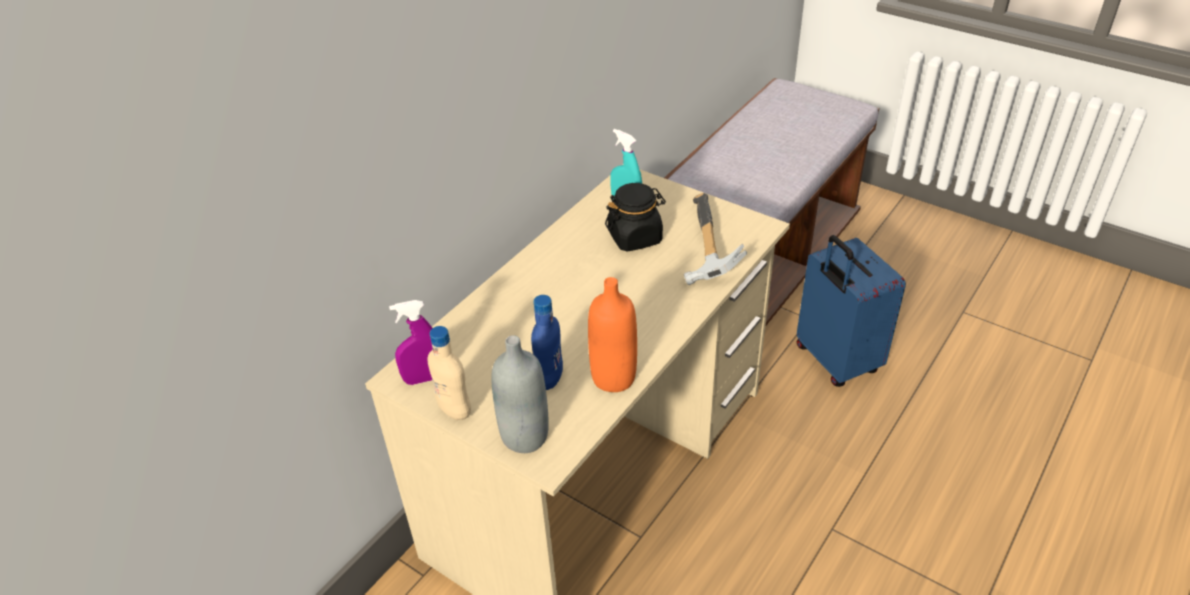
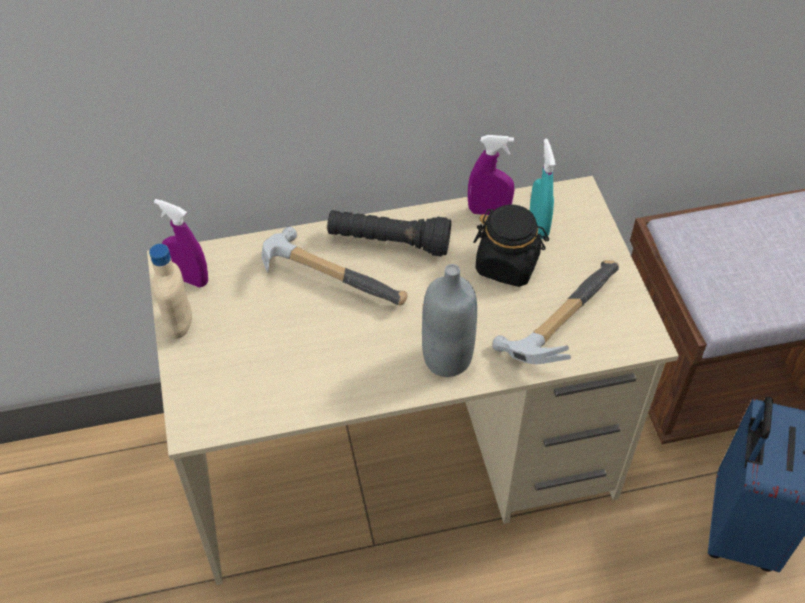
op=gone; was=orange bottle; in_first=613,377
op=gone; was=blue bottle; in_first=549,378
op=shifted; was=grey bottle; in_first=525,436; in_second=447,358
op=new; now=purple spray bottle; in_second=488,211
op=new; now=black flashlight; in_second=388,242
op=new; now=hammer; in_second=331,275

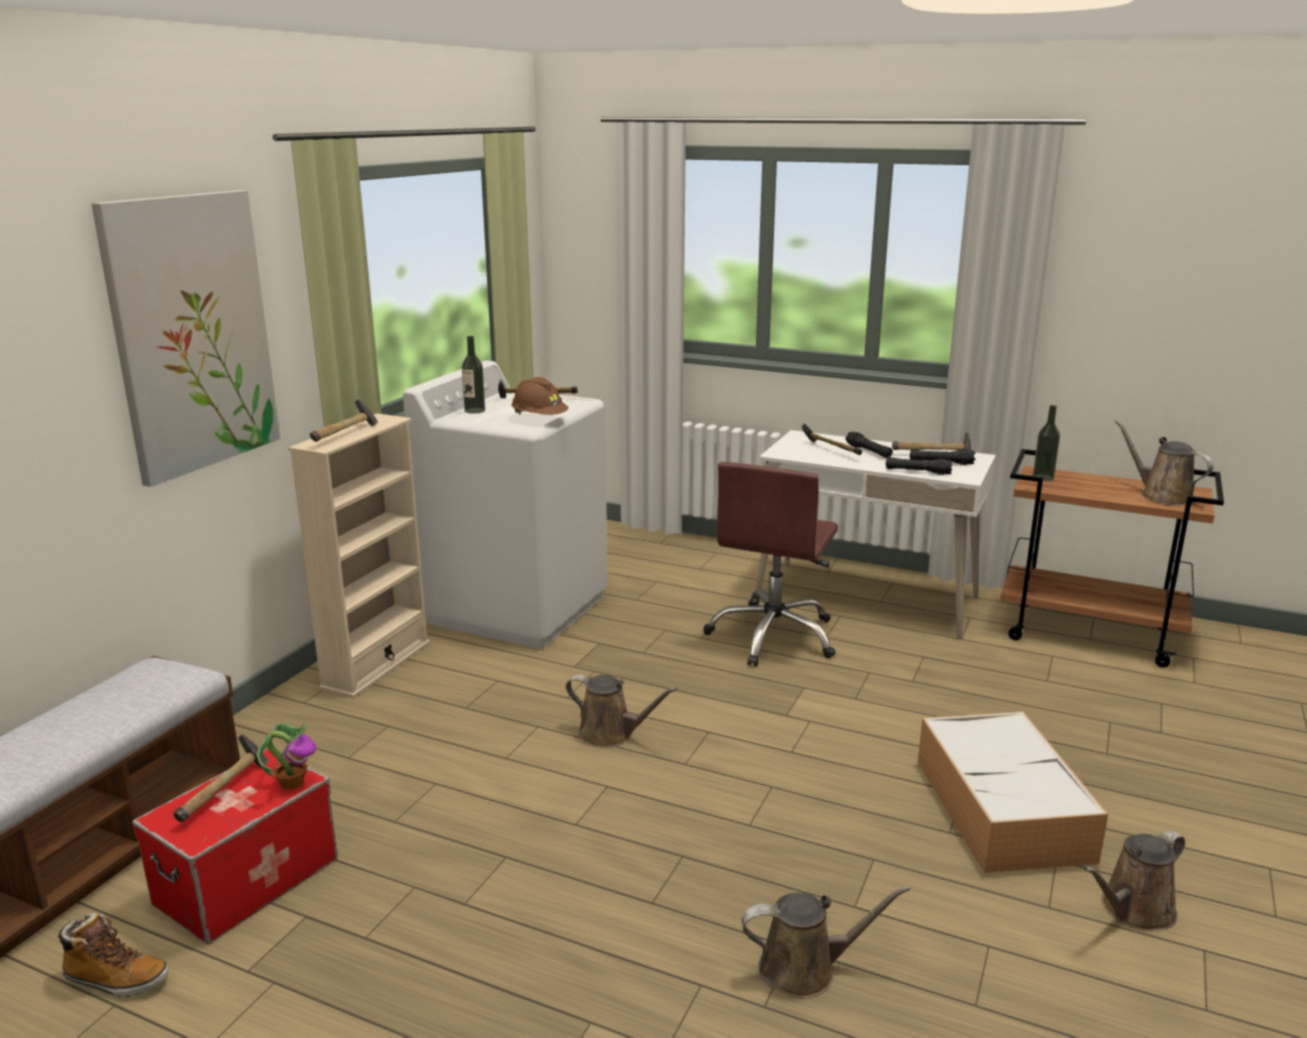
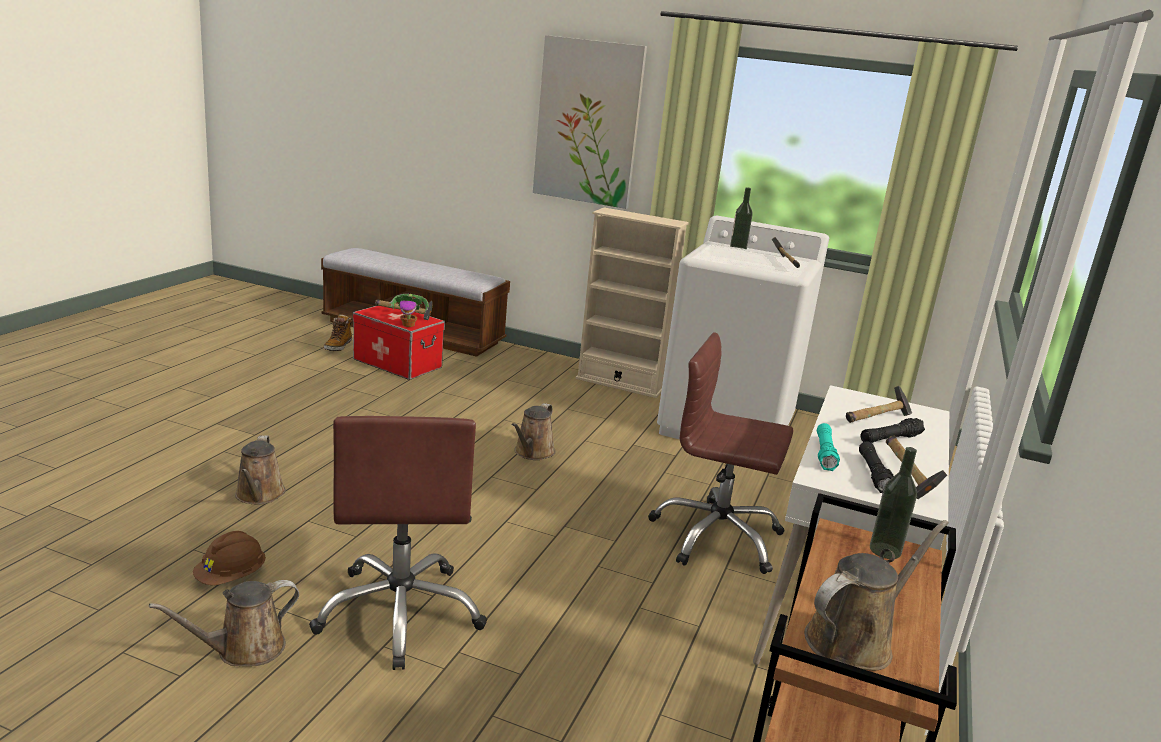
op=shifted; was=brown hard hat; in_first=539,418; in_second=231,577
op=gone; was=hammer; in_first=345,435
op=repainted; was=black flashlight; now=turquoise flashlight; in_first=917,472; in_second=824,453
op=swapped; was=storage box; now=brown office chair; in_first=1004,811; in_second=401,613
op=rotated; was=brown watering can; in_first=1133,910; in_second=244,650; clockwise=-90

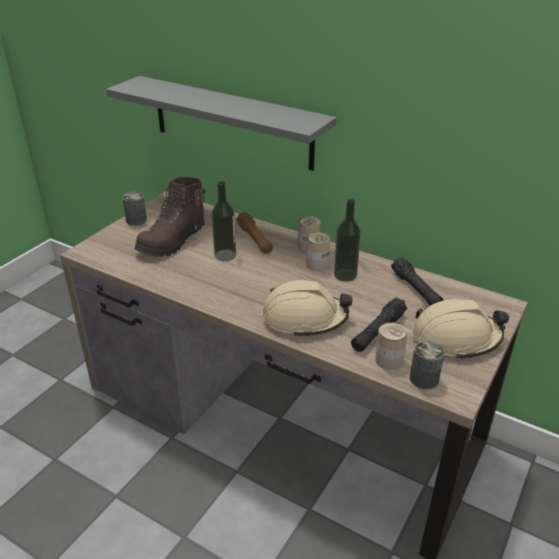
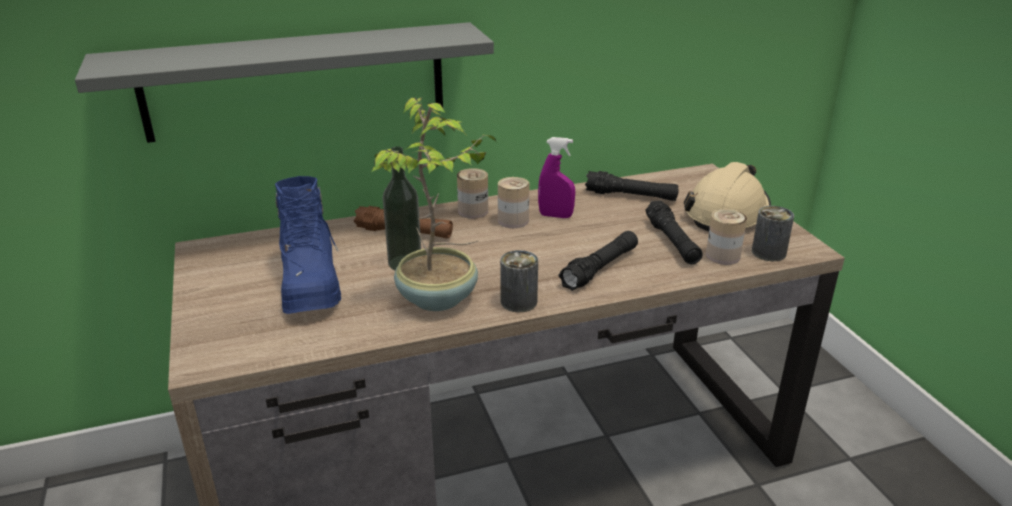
op=repainted; was=brown boot; now=blue boot; in_first=173,241; in_second=311,284
op=shifted; was=can; in_first=136,220; in_second=518,302
op=swapped; was=bottle; now=purple spray bottle; in_first=345,275; in_second=555,216
op=swapped; was=beige hard hat; now=black flashlight; in_first=304,318; in_second=600,269
op=new; now=potted plant; in_second=439,299

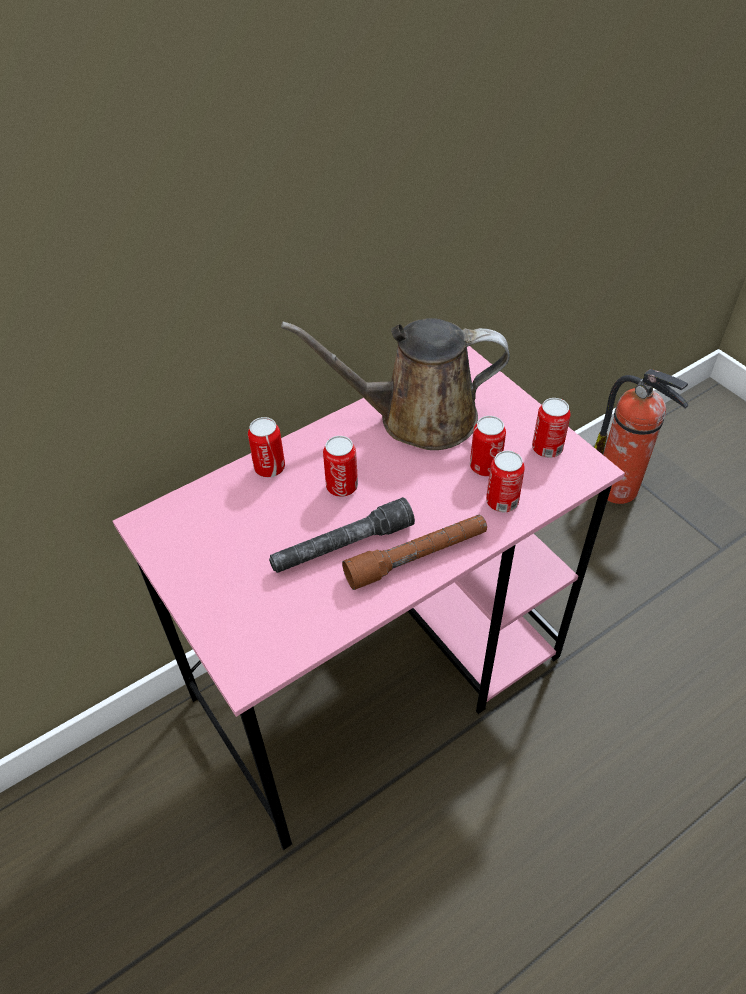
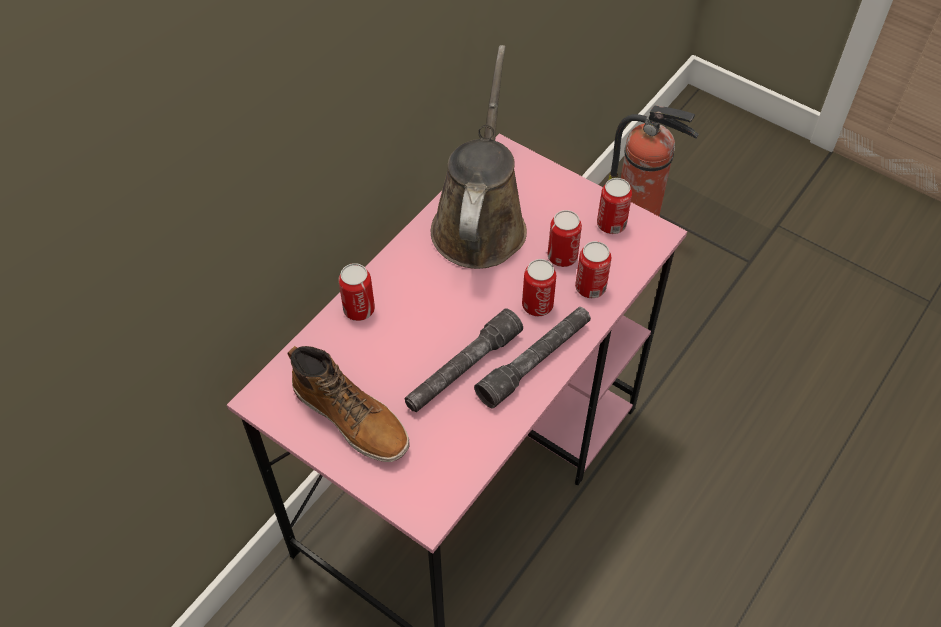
op=rotated; was=brown watering can; in_first=417,418; in_second=480,222; clockwise=120
op=shifted; was=can; in_first=342,486; in_second=537,305
op=repainted; was=brown flashlight; now=grey flashlight; in_first=417,557; in_second=535,361
op=new; now=boot; in_second=352,417

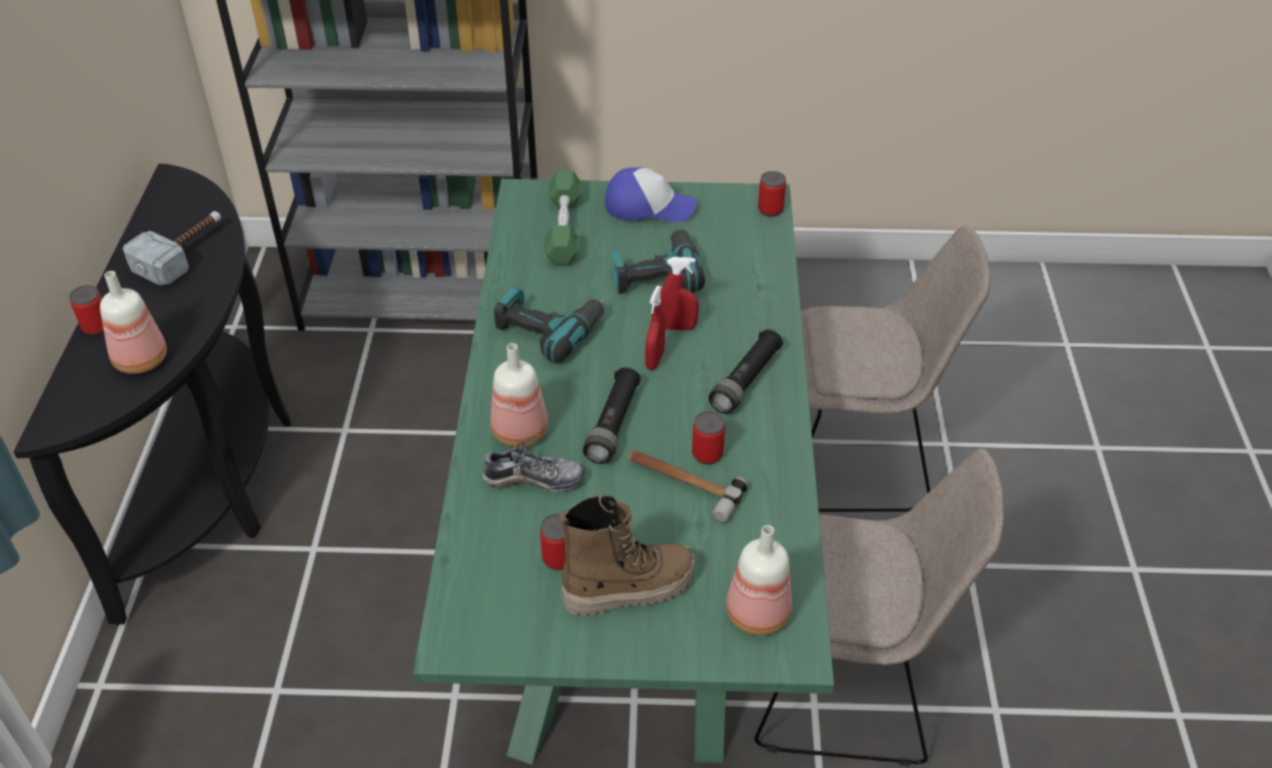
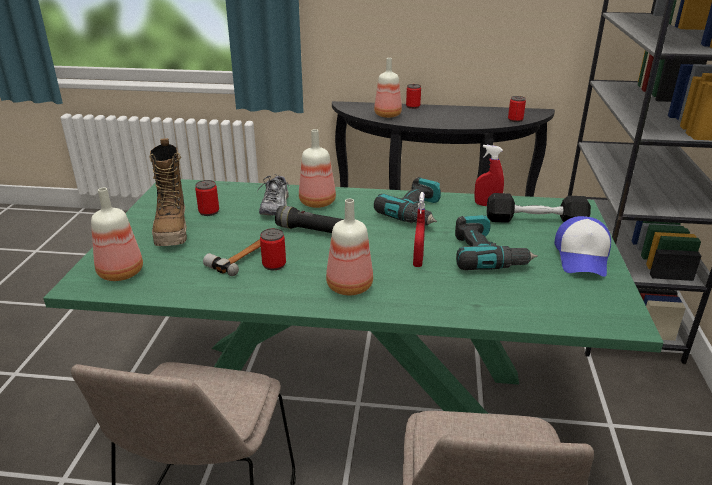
op=repainted; was=green dumbbell; now=black dumbbell; in_first=564,229; in_second=535,220
op=shifted; was=can; in_first=770,209; in_second=515,120
op=gone; was=hammer; in_first=184,253
op=shifted; was=red spray bottle; in_first=654,360; in_second=487,205
op=swapped; was=black flashlight; now=bottle; in_first=746,381; in_second=349,287

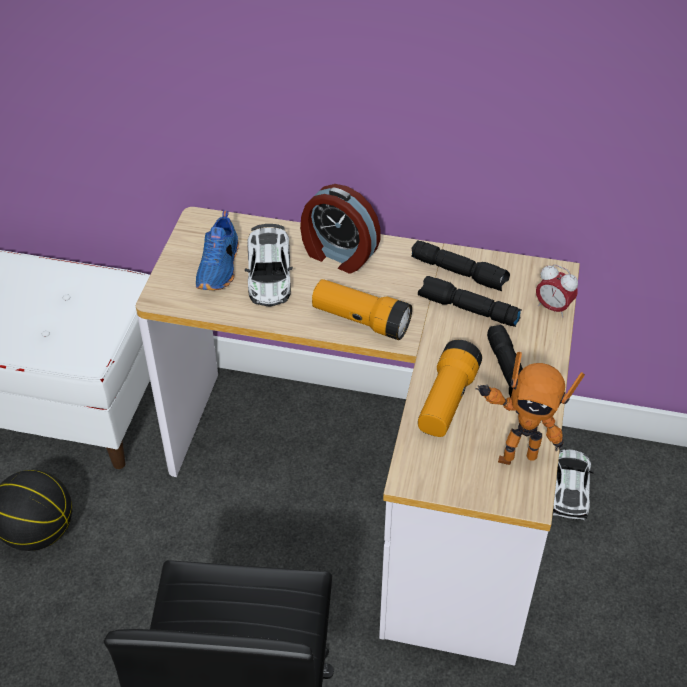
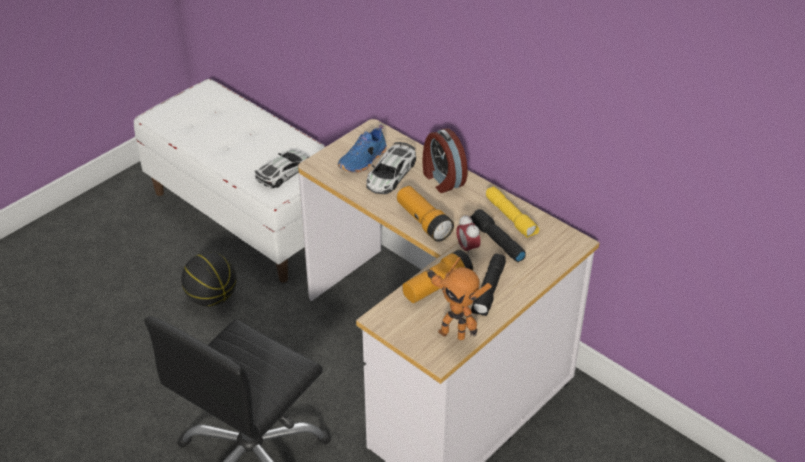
op=repainted; was=black flashlight; now=yellow flashlight; in_first=459,272; in_second=511,218
op=shifted; was=alarm clock; in_first=553,308; in_second=467,248
op=shifted; was=toy car; in_first=569,488; in_second=283,172

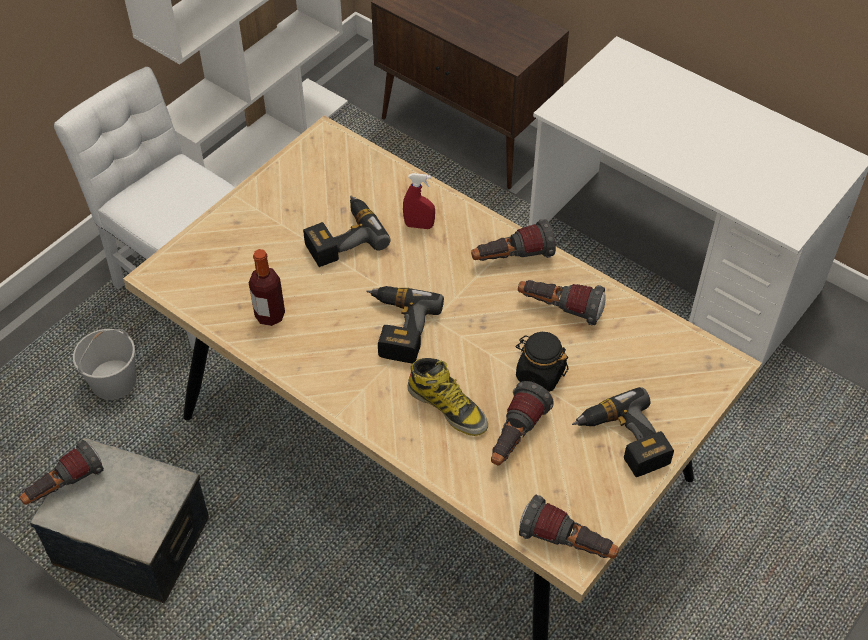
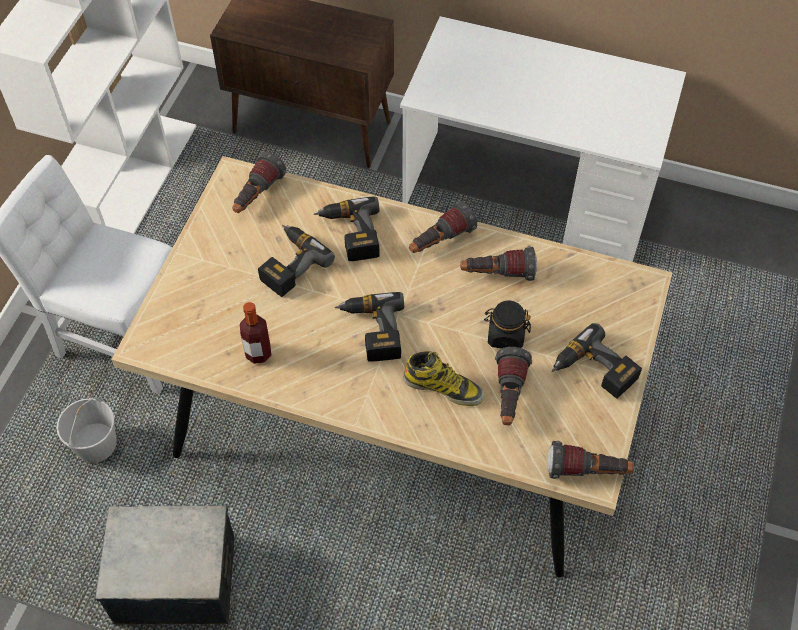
op=swapped; was=red spray bottle; now=power drill; in_first=419,225; in_second=350,234
op=shifted; was=flashlight; in_first=64,486; in_second=257,196

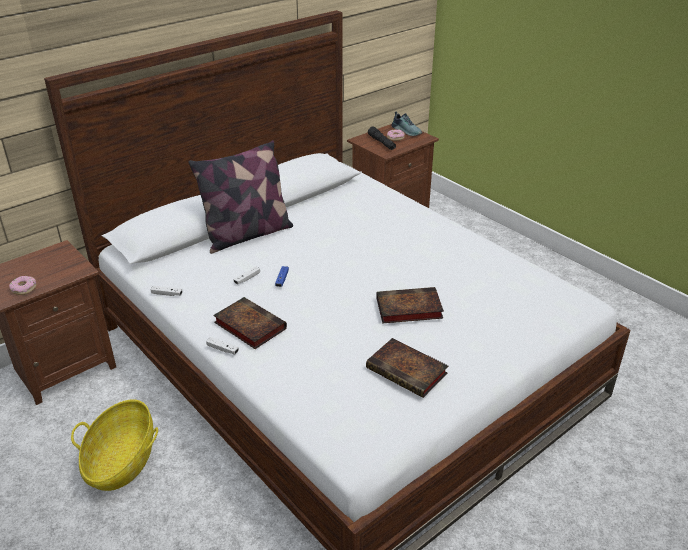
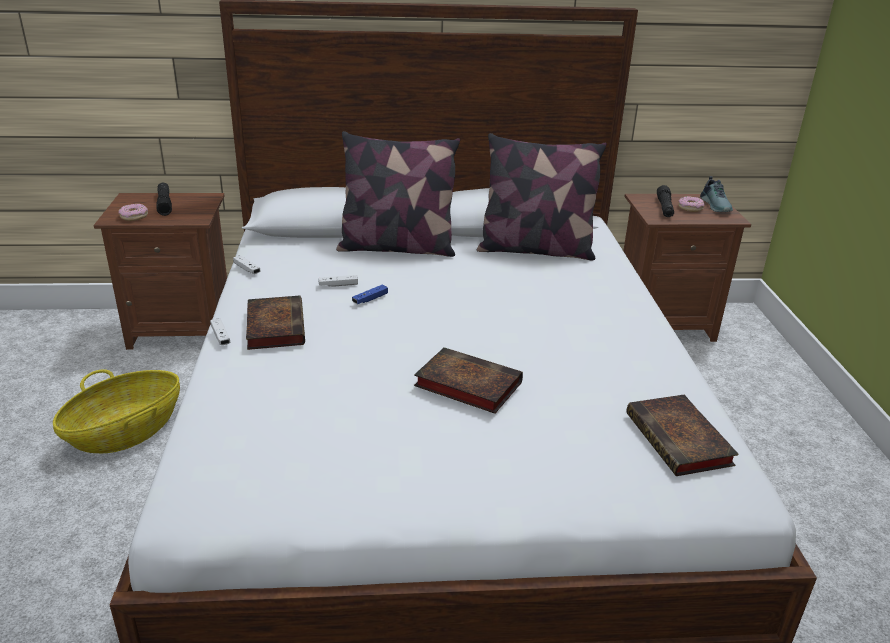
op=shifted; was=book; in_first=408,371; in_second=680,441
op=new; now=pillow; in_second=535,250
op=new; now=black flashlight; in_second=164,204

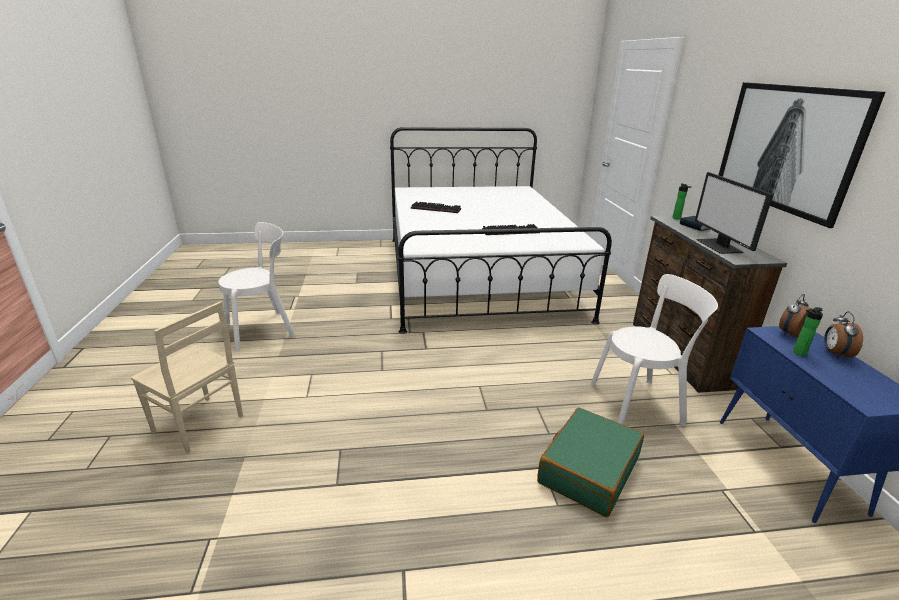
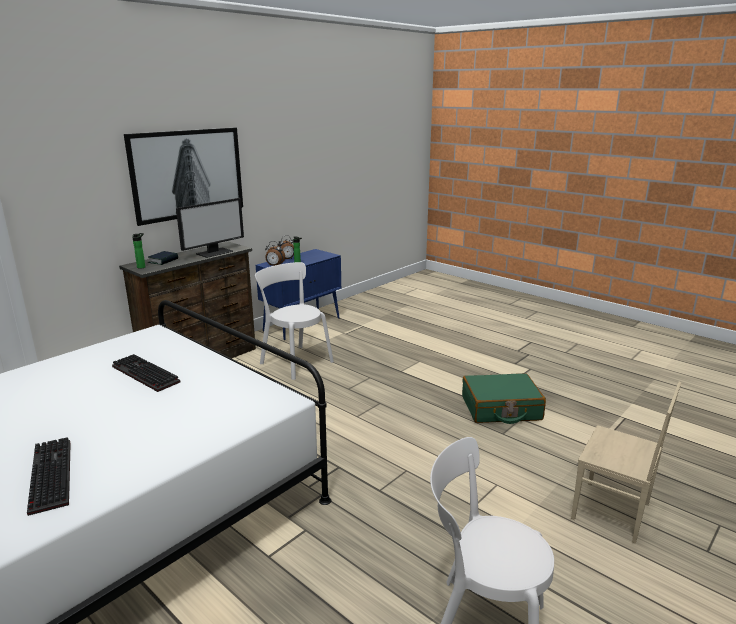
op=rotated; was=beige chair; in_first=198,425; in_second=612,512; clockwise=135
op=shifted; was=green suitcase; in_first=588,470; in_second=501,408

